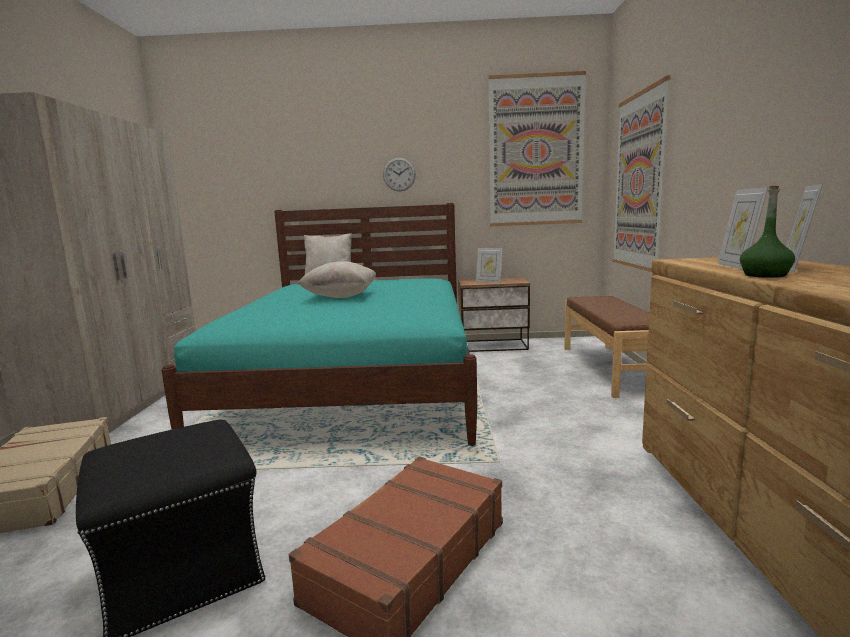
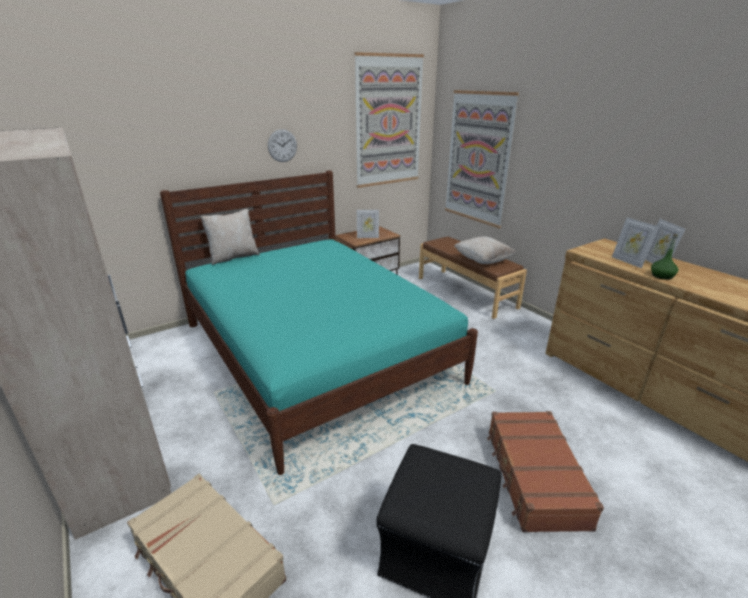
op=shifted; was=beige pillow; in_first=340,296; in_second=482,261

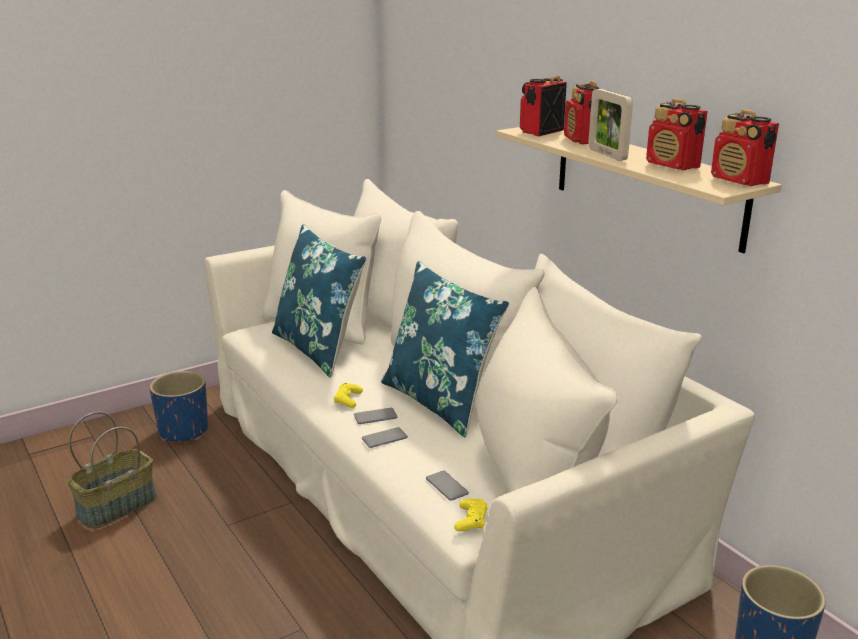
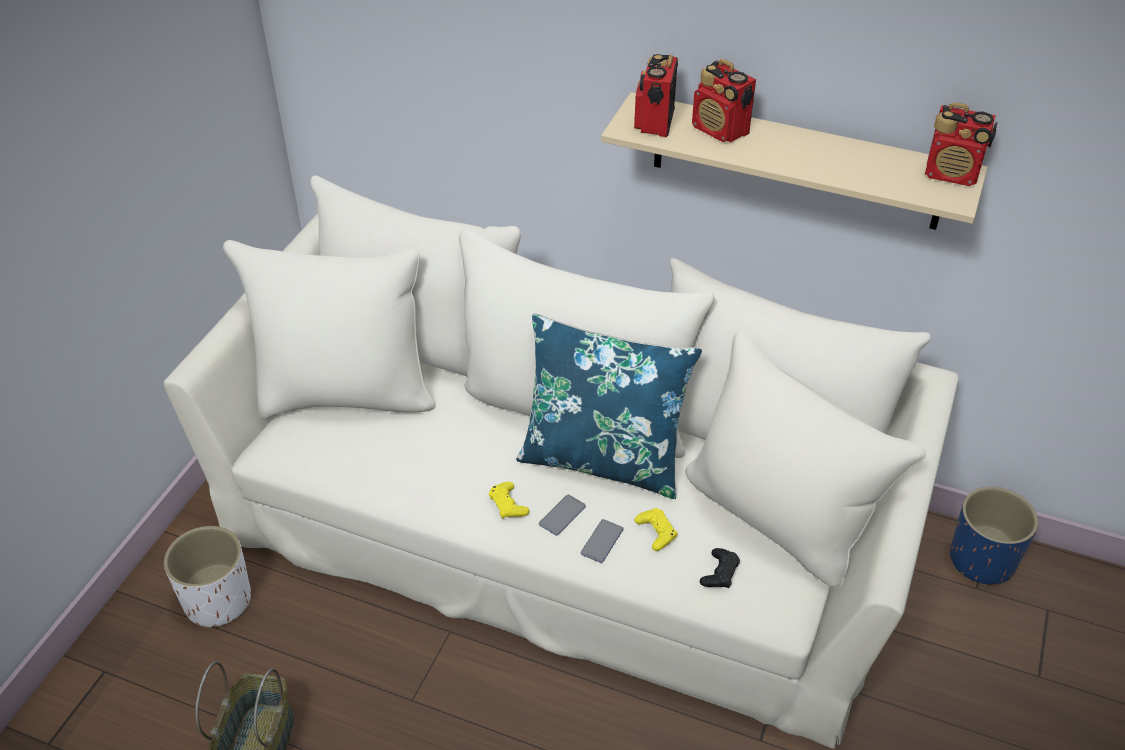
op=gone; was=picture frame; in_first=607,154
op=gone; was=radio; in_first=673,165
op=gone; was=blue pillow; in_first=319,349
op=repainted; was=blue planter; now=white planter; in_first=184,431; in_second=218,600
op=swapped; was=phone; now=black game controller; in_first=447,486; in_second=720,573
op=shifted; was=yellow game controller; in_first=471,520; in_second=656,532

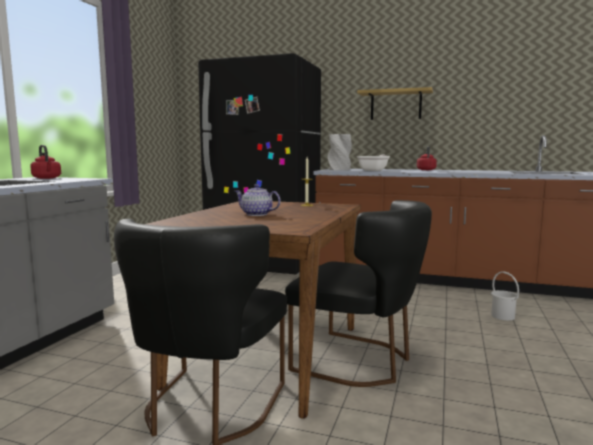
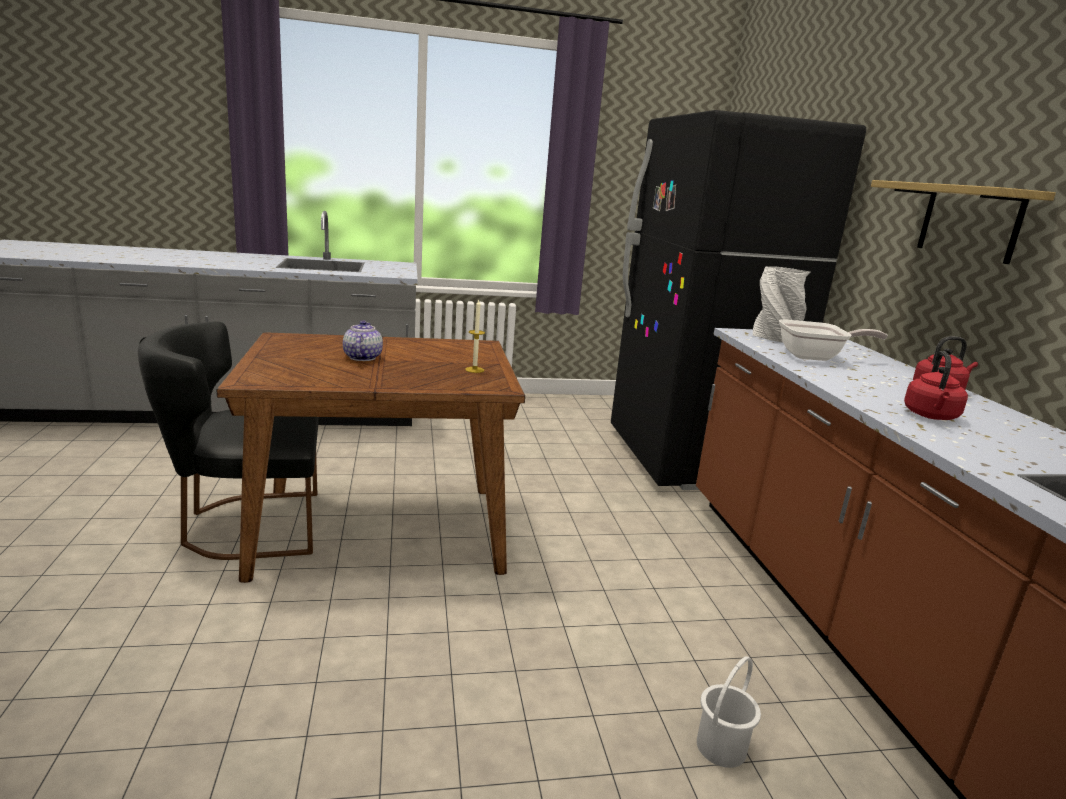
op=shifted; was=red kettle; in_first=47,178; in_second=931,416
op=gone; was=black chair; in_first=359,361

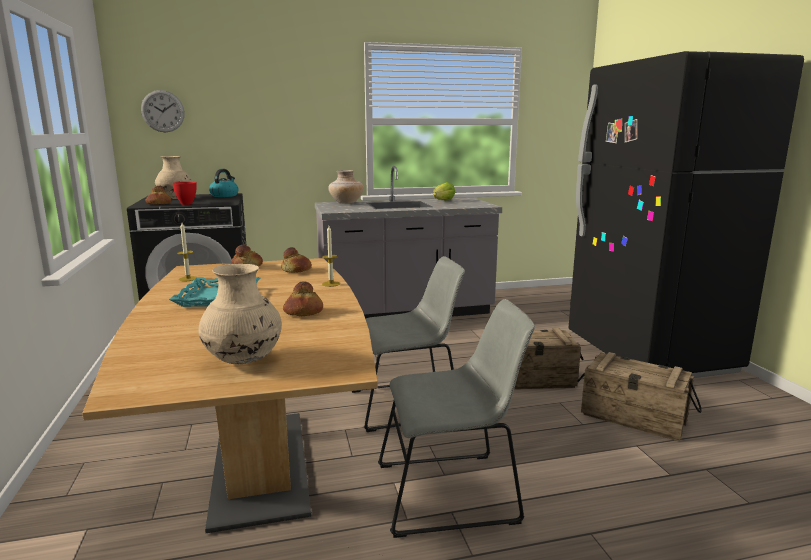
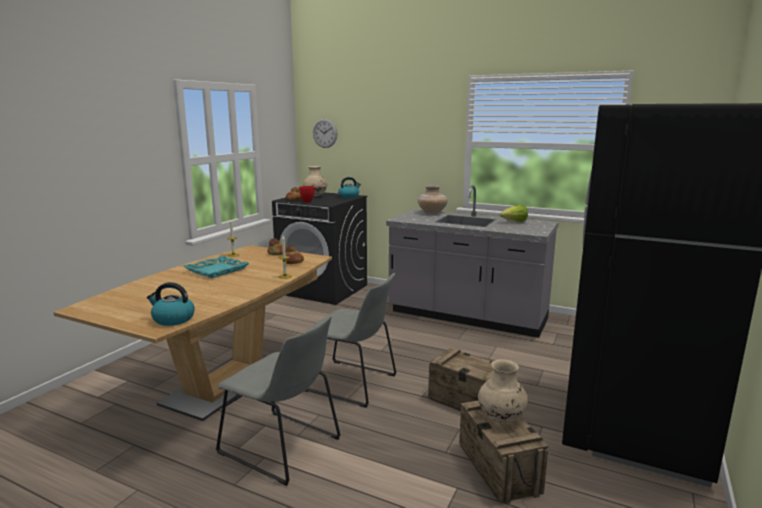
op=shifted; was=beige vase; in_first=244,361; in_second=501,418
op=gone; was=bread; in_first=303,312
op=new; now=kettle; in_second=173,319

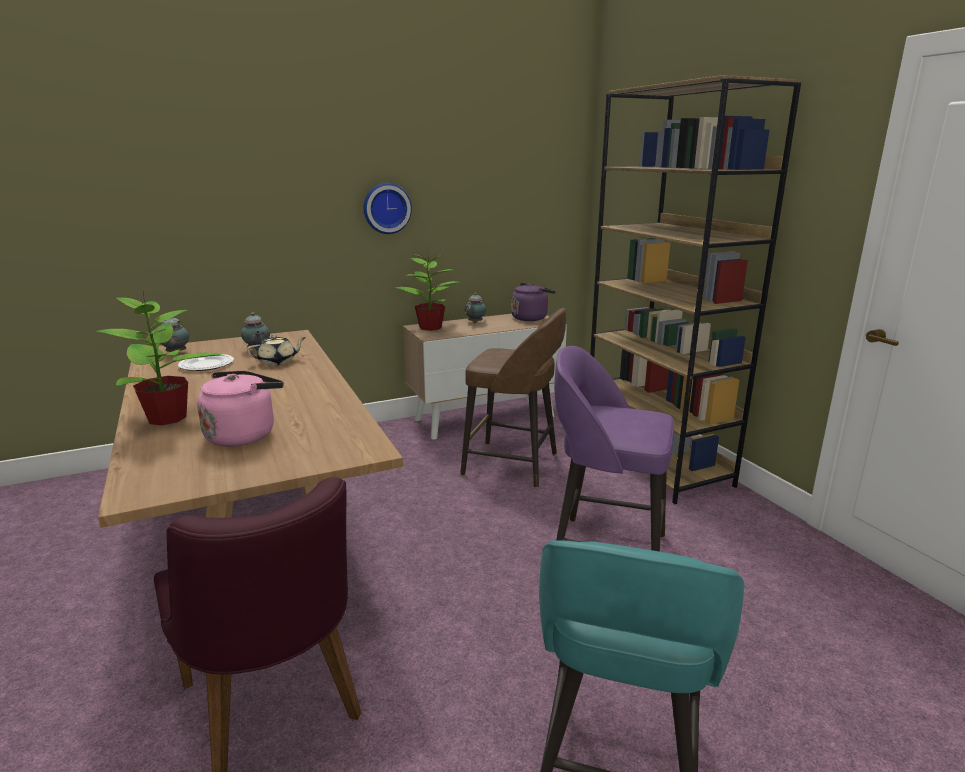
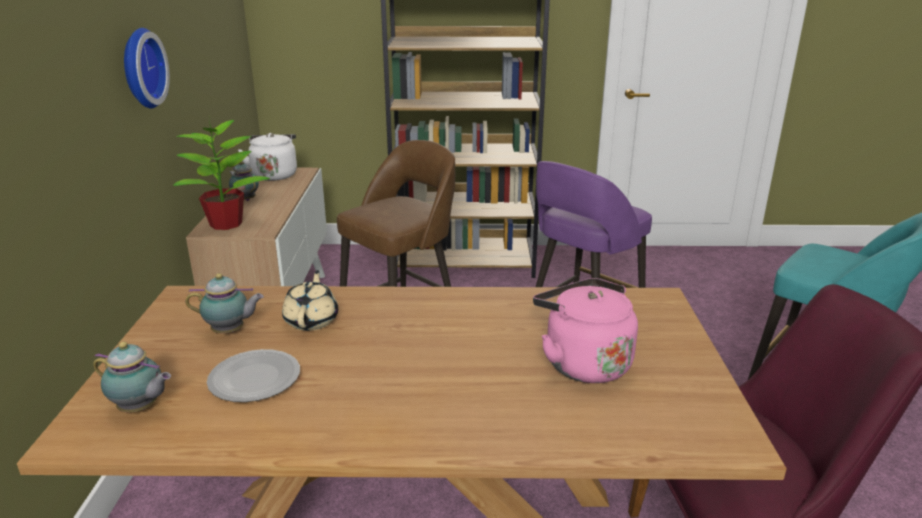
op=repainted; was=purple kettle; now=white kettle; in_first=531,318; in_second=274,175
op=gone; was=potted plant; in_first=167,418

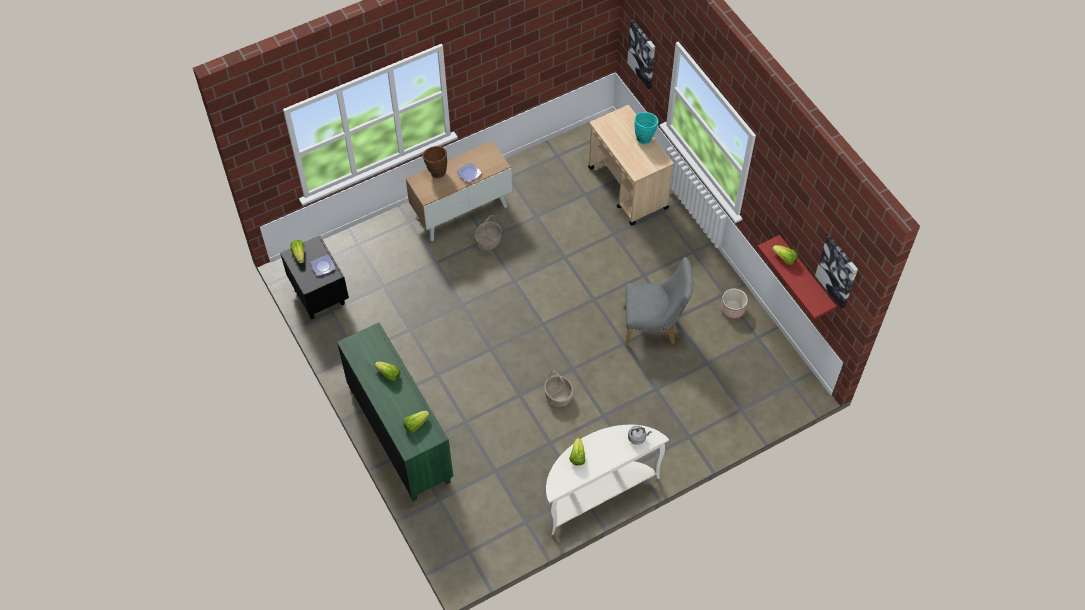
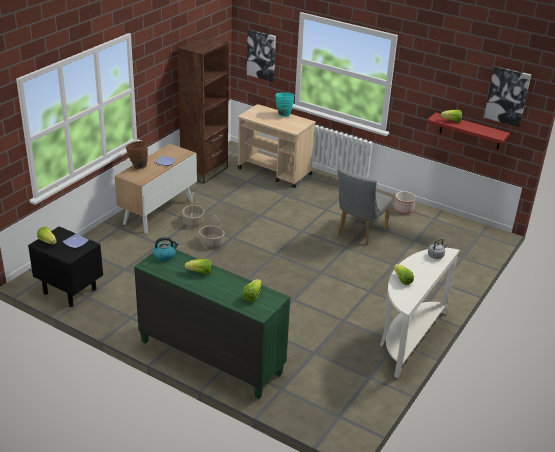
op=rotated; was=grey chair; in_first=654,326; in_second=359,233; clockwise=150
op=shifted; was=basket; in_first=558,395; in_second=211,243
op=new; now=brown bookcase; in_second=204,171
op=new; now=kettle; in_second=165,255

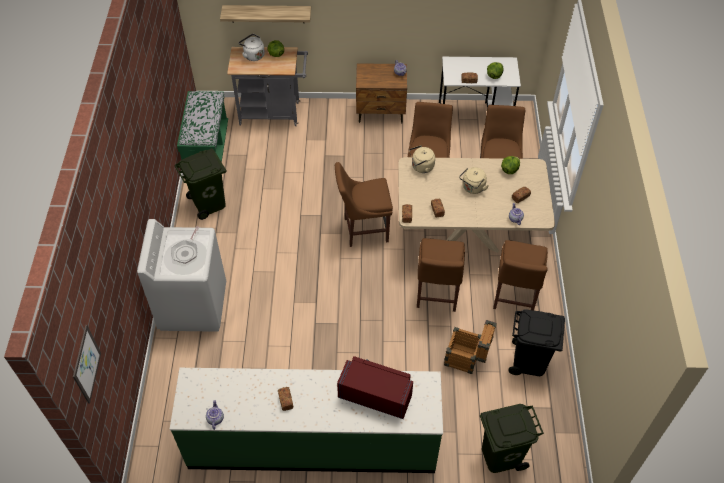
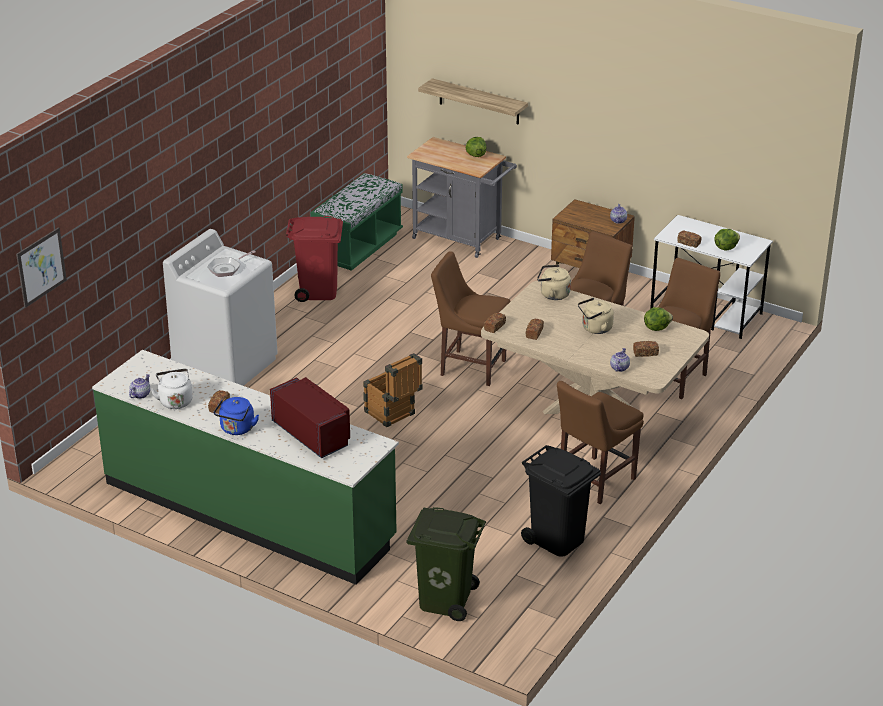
op=shifted; was=white kettle; in_first=253,55; in_second=175,401
op=repainted; was=green trash can; now=red trash can; in_first=209,204; in_second=318,292
op=gone; was=brown chair; in_first=436,295
op=shifted; was=crate; in_first=466,359; in_second=393,415
op=new; now=blue kettle; in_second=237,429

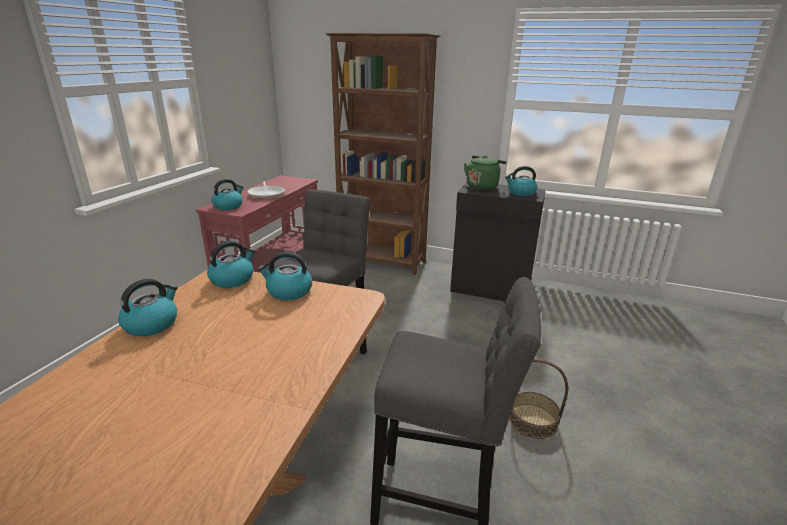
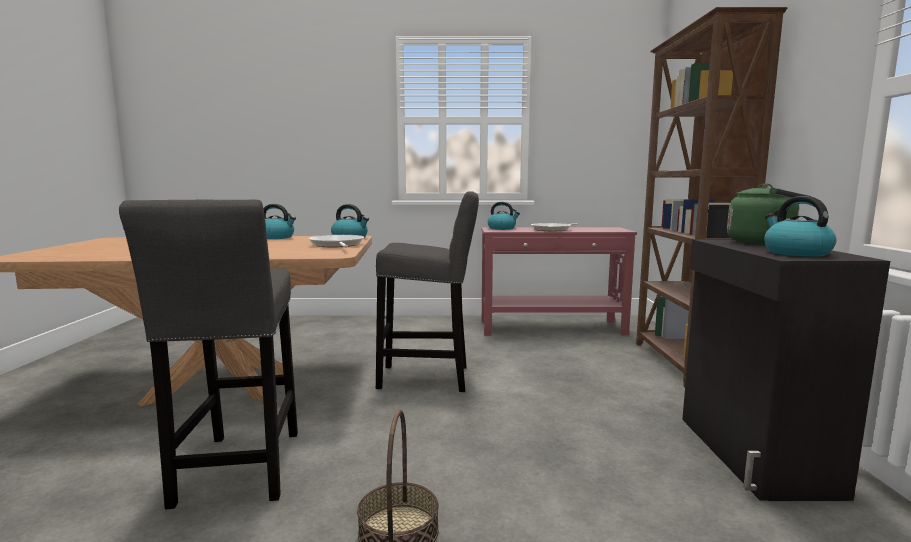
op=swapped; was=kettle; now=frying pan; in_first=288,292; in_second=337,245

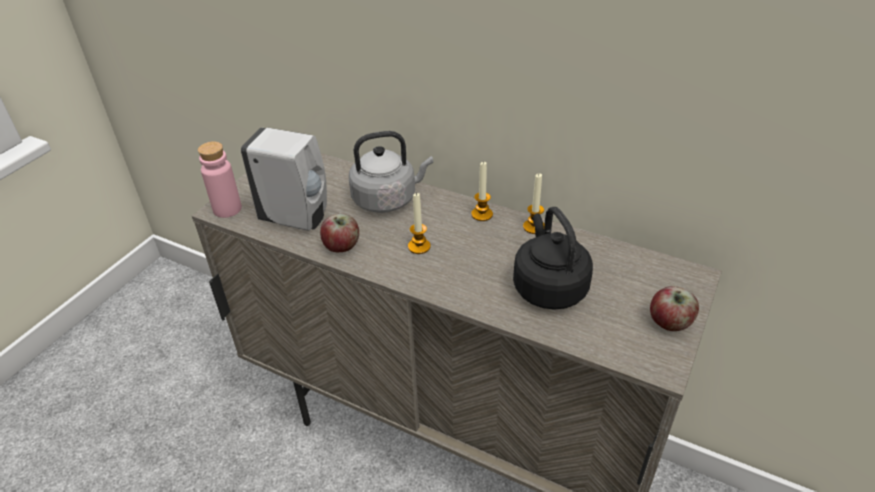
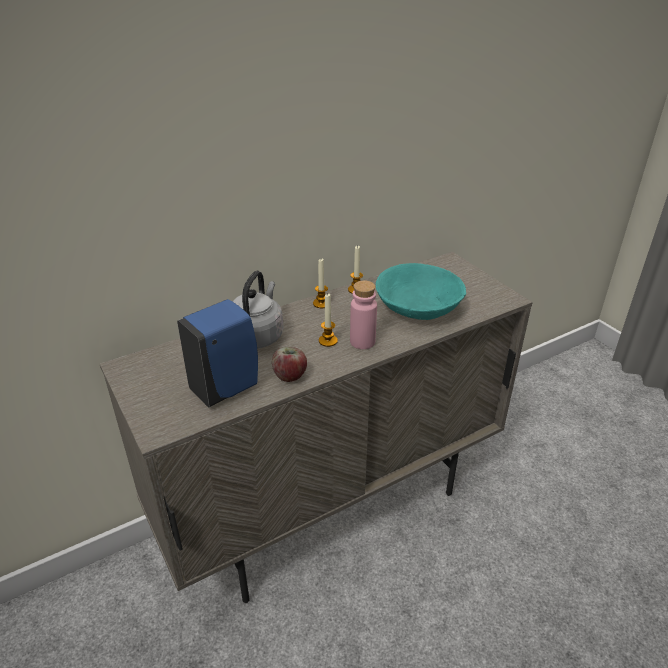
op=repainted; was=white soap dispenser; now=blue soap dispenser; in_first=297,218; in_second=227,388
op=shifted; was=pink bottle; in_first=227,209; in_second=362,342
op=swapped; was=black kettle; now=turquoise bowl; in_first=548,286; in_second=417,307
op=gone; was=apple; in_first=669,323

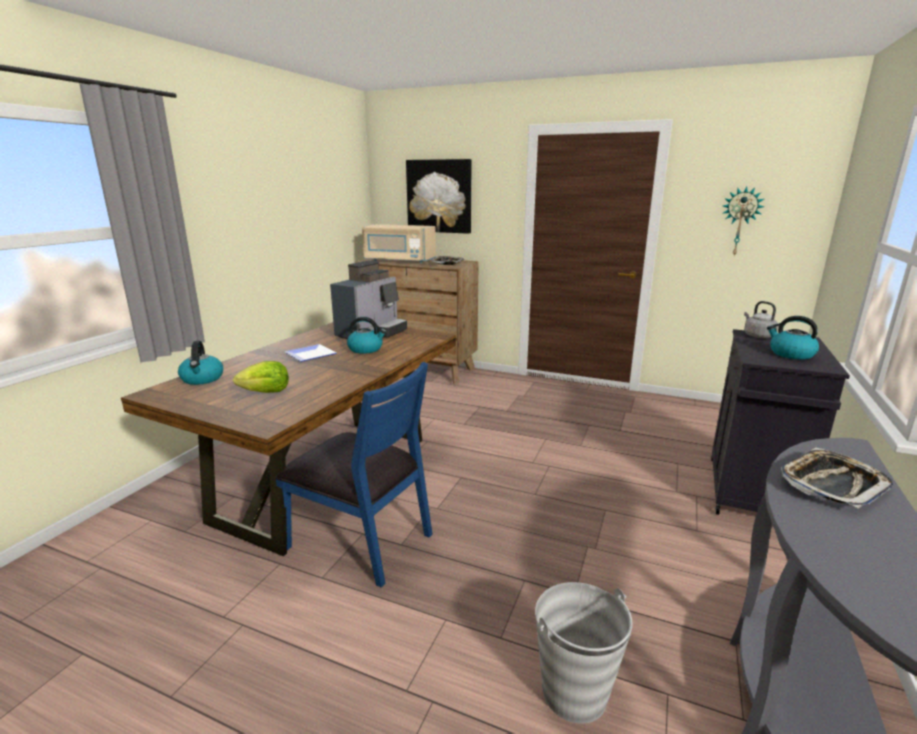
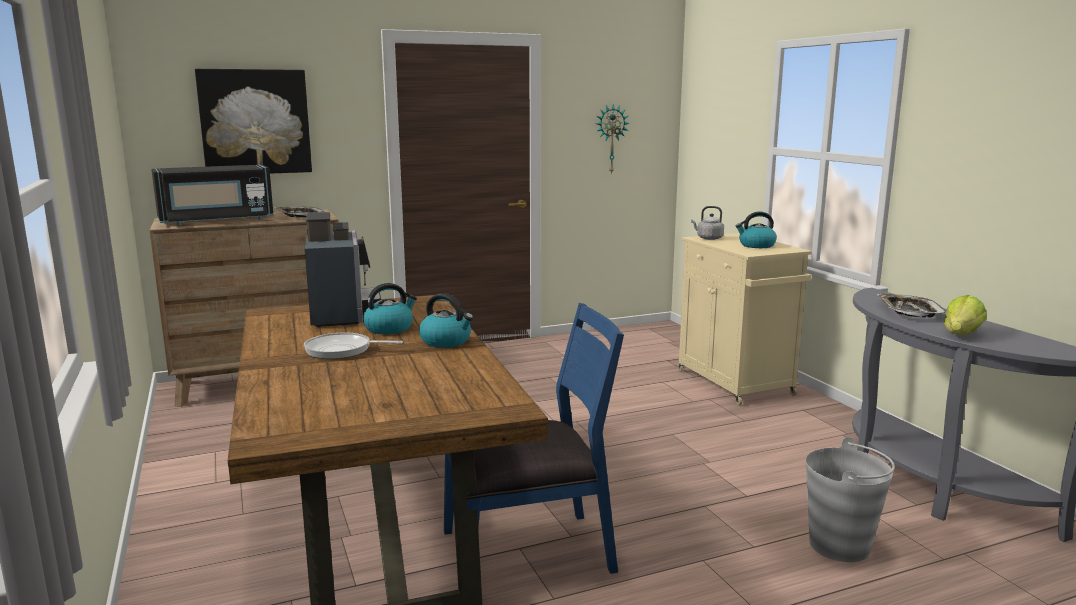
op=repainted; was=beige microwave; now=black microwave; in_first=399,260; in_second=216,221
op=repainted; was=black cabinet; now=beige cabinet; in_first=752,493; in_second=736,383
op=shifted; was=kettle; in_first=202,379; in_second=446,341
op=swapped; was=plate; now=frying pan; in_first=310,355; in_second=342,350
op=shifted; was=lettuce; in_first=266,392; in_second=961,334

